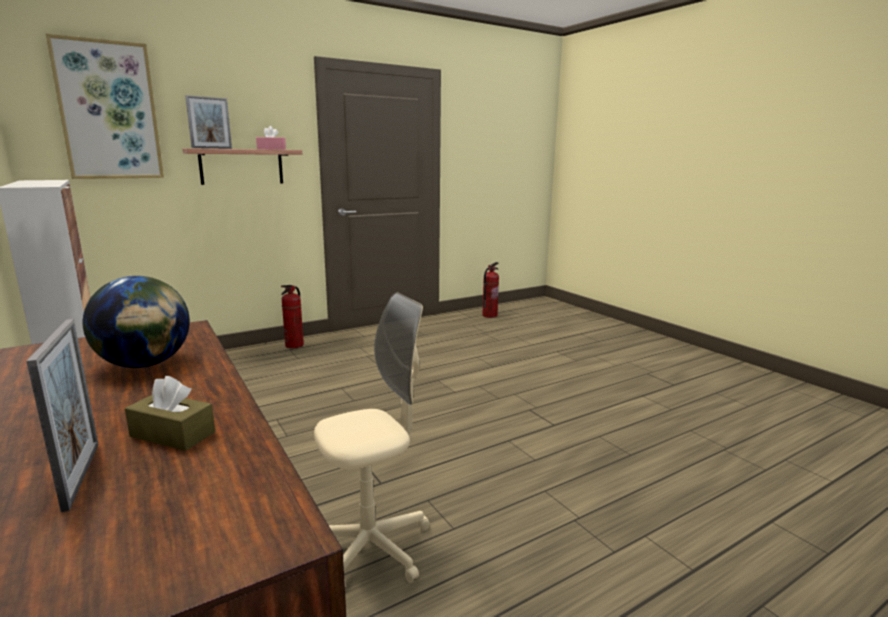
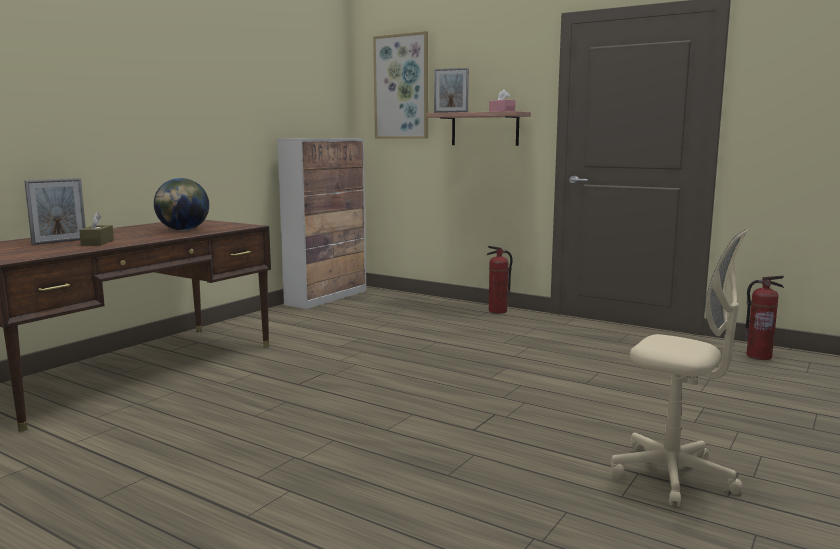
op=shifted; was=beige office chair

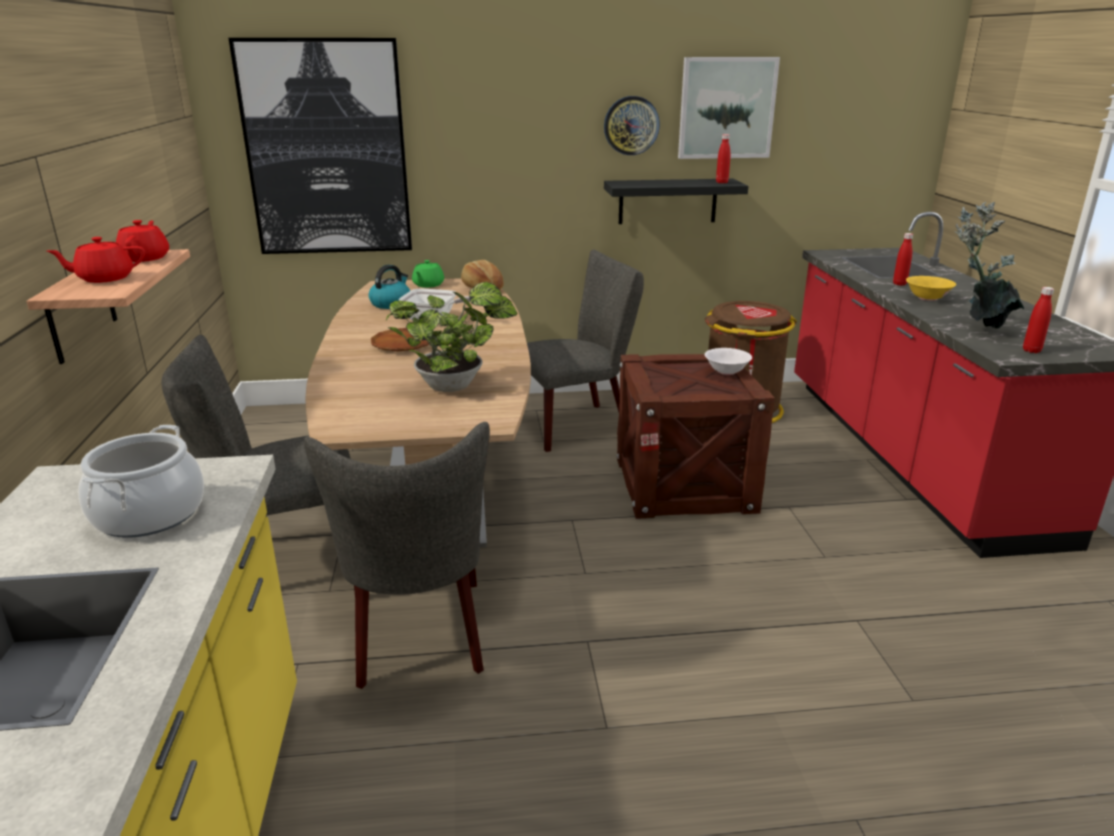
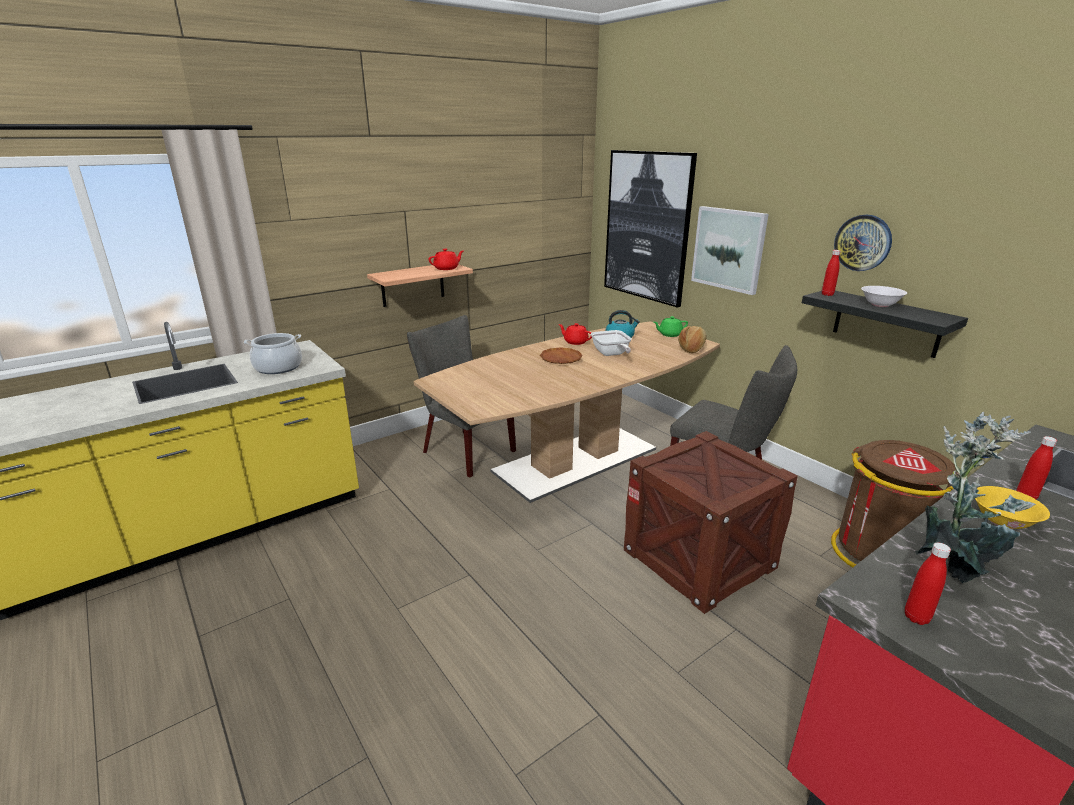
op=shifted; was=picture (no. 2 from left)
op=shifted; was=red bottle (no. 1 from left)
op=shifted; was=red teapot (no. 1 from left in the first image); now=red teapot (no. 2 from left)
op=gone; was=potted plant (no. 1 from left)
op=shifted; was=white bowl
op=gone; was=grey chair (no. 2 from left)

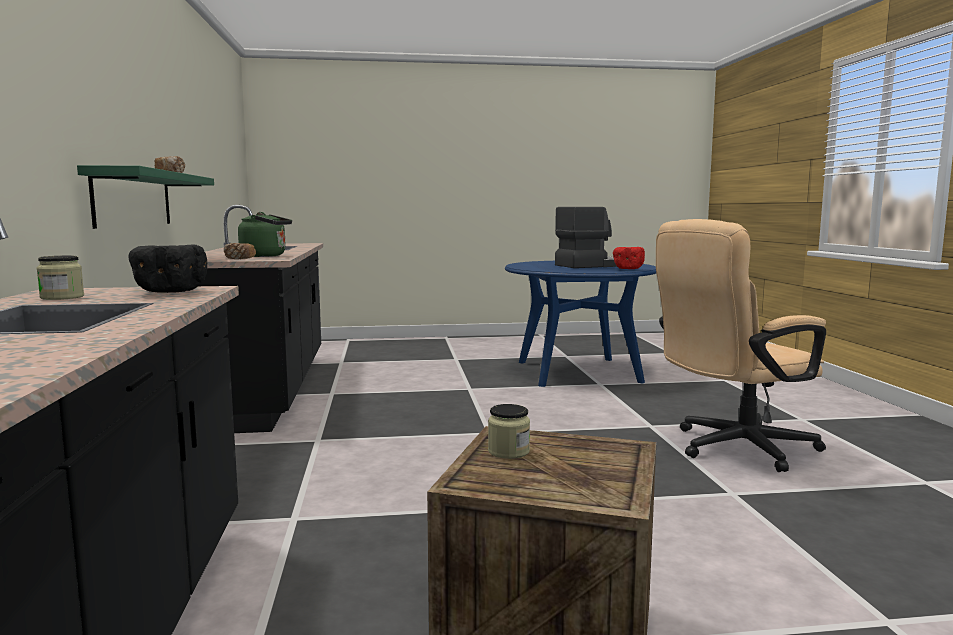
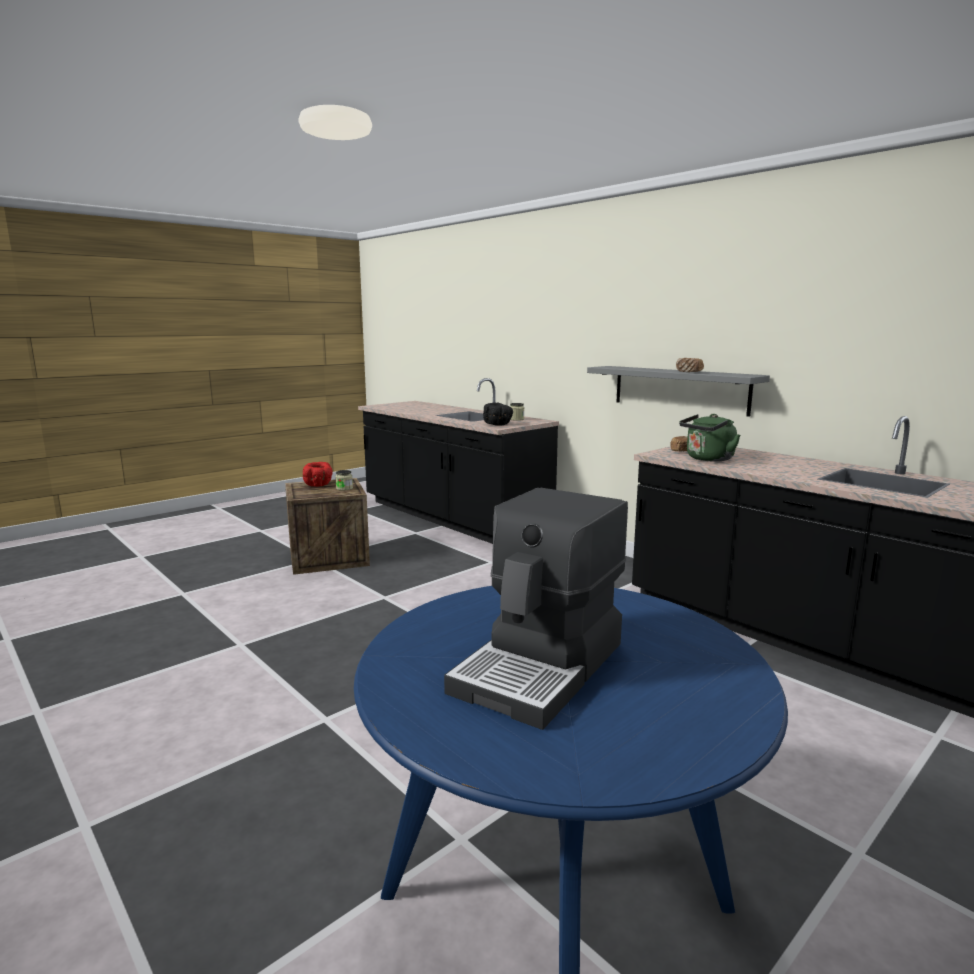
op=repainted; was=green shelf; now=grey shelf
op=gone; was=beige office chair
op=shifted; was=red bowl

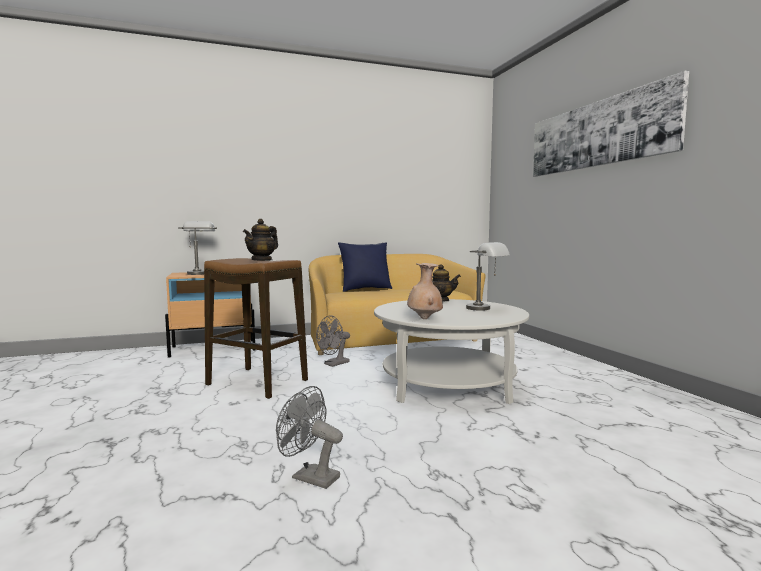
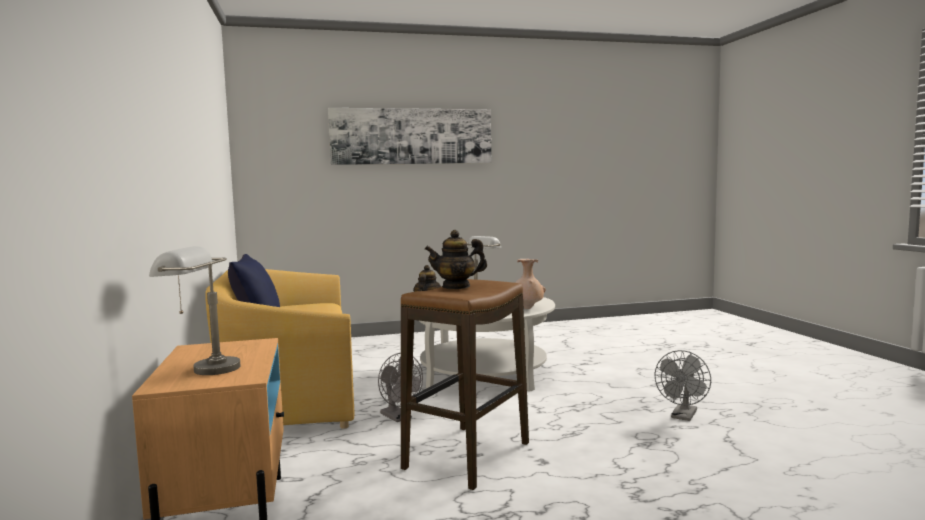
op=rotated; was=teapot (no. 1 from left in the first image); clockwise=135

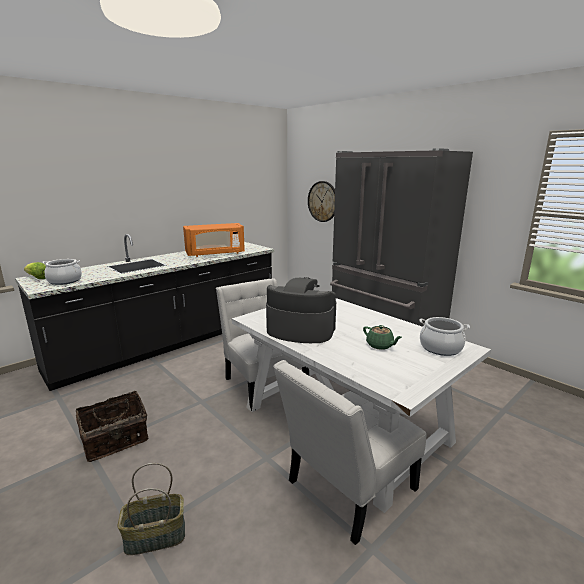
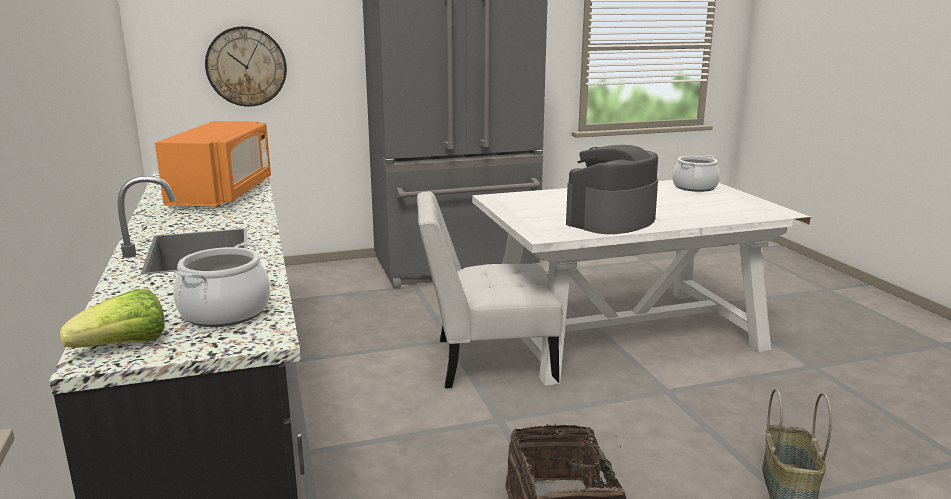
op=gone; was=green teapot
op=gone; was=white chair (no. 2 from left)

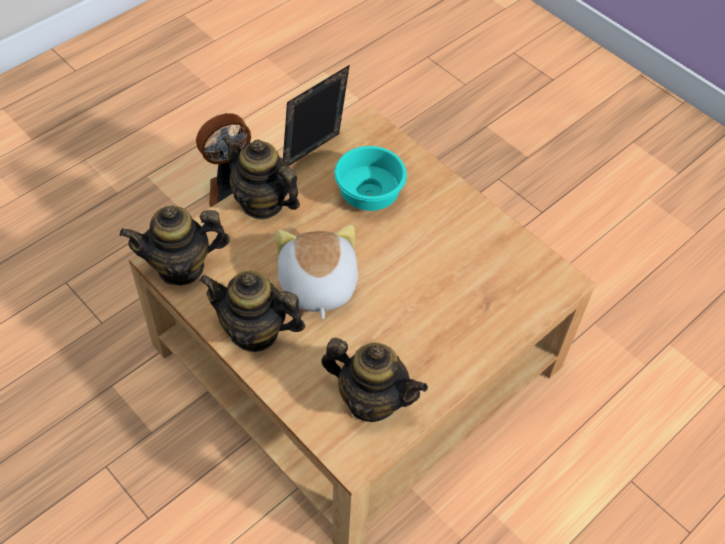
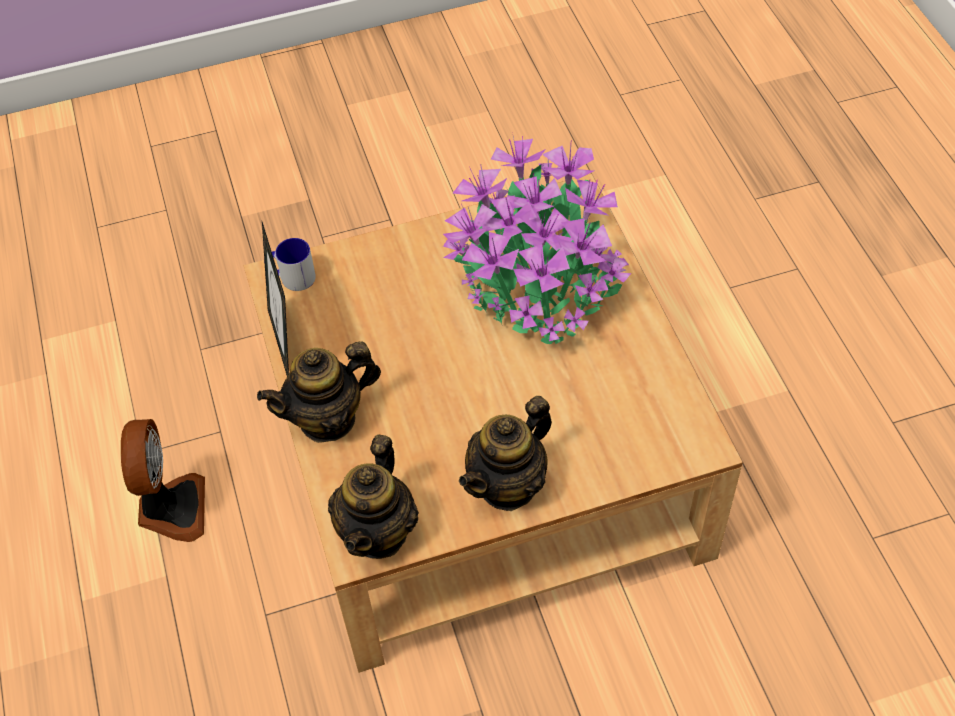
op=gone; was=turquoise bowl
op=gone; was=plush toy
op=gone; was=teapot (no. 4 from left)
op=new; now=potted plant
op=new; now=mug

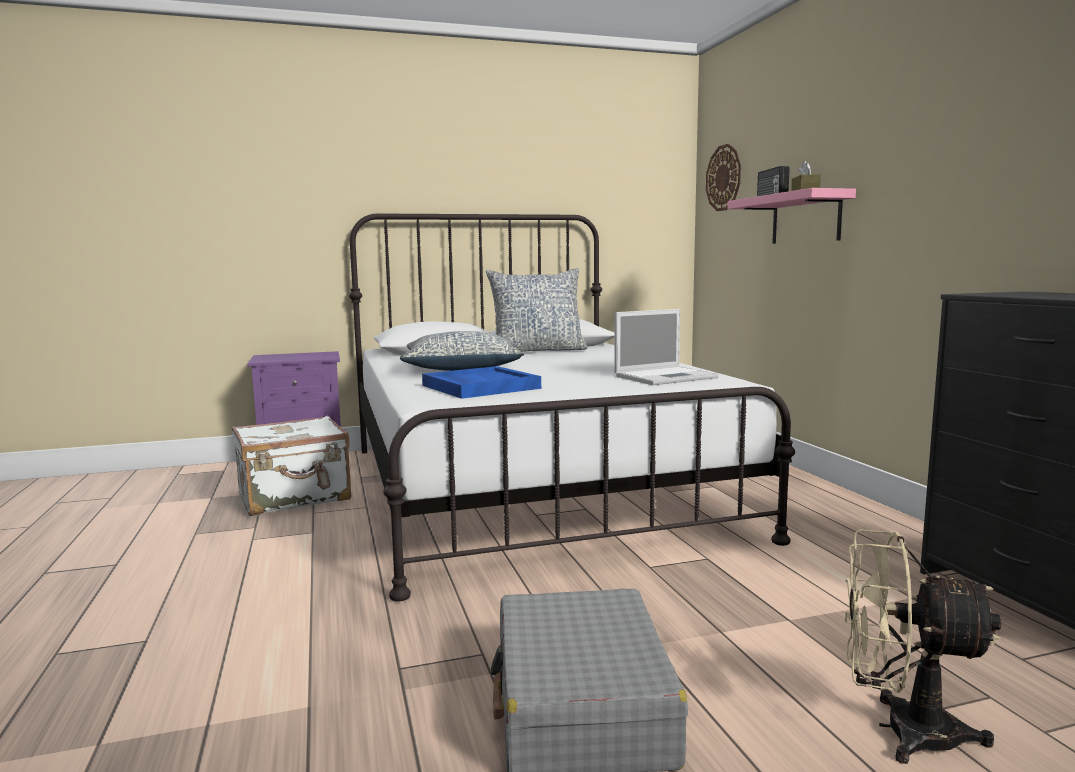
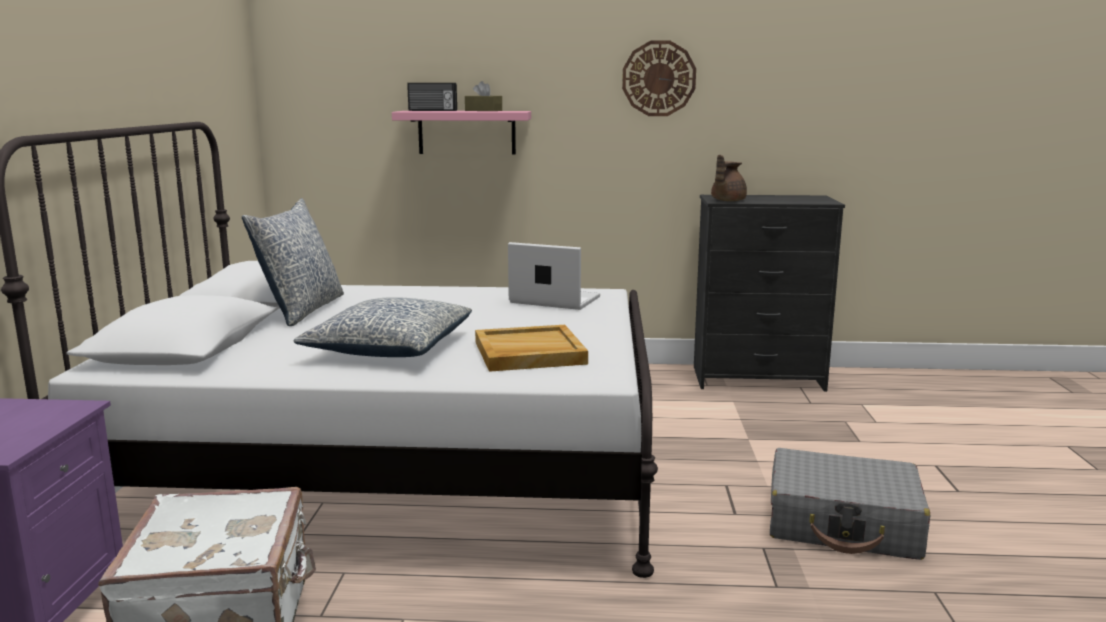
op=shifted; was=wall clock
op=rotated; was=laptop; clockwise=-60
op=repainted; was=blue tray; now=beige tray
op=gone; was=beige fan
op=new; now=brown teapot

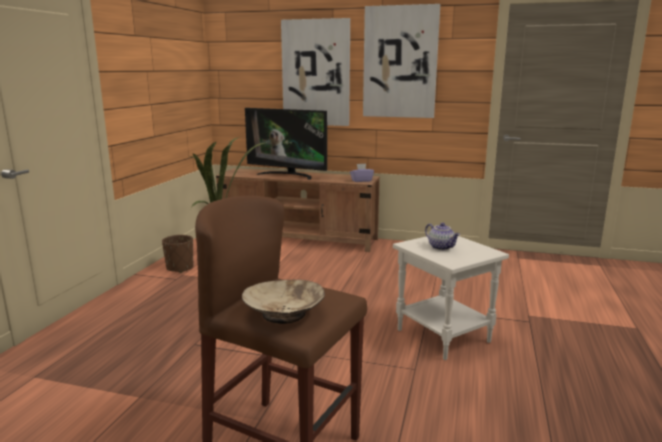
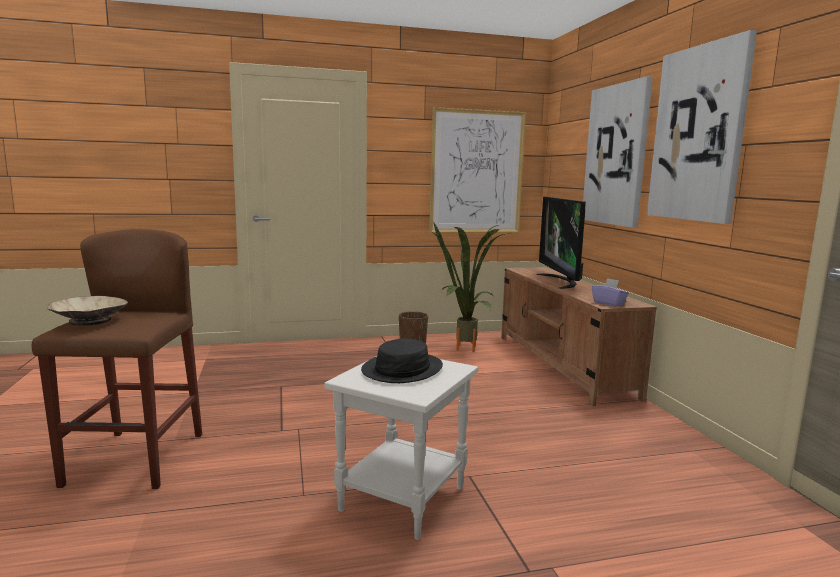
op=swapped; was=teapot; now=black hat
op=new; now=picture (no. 1 from left)

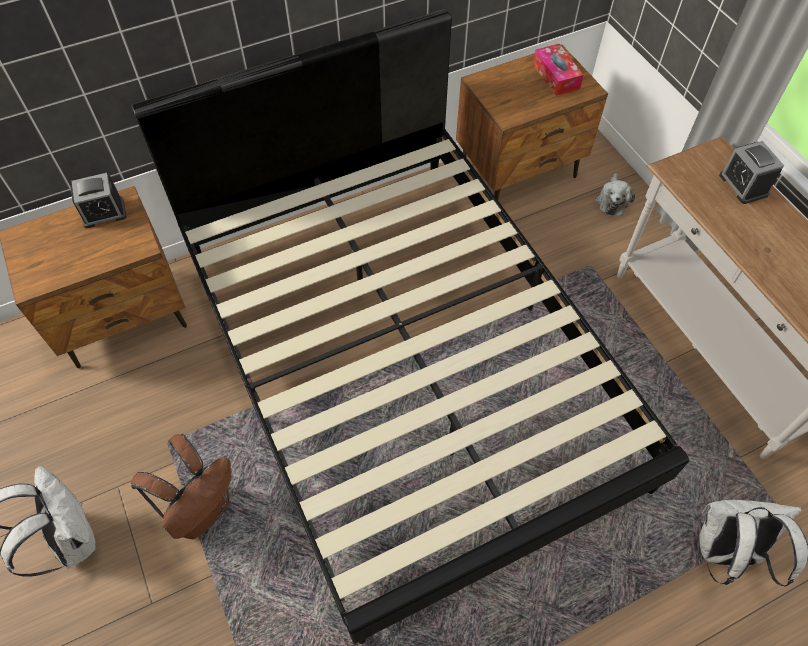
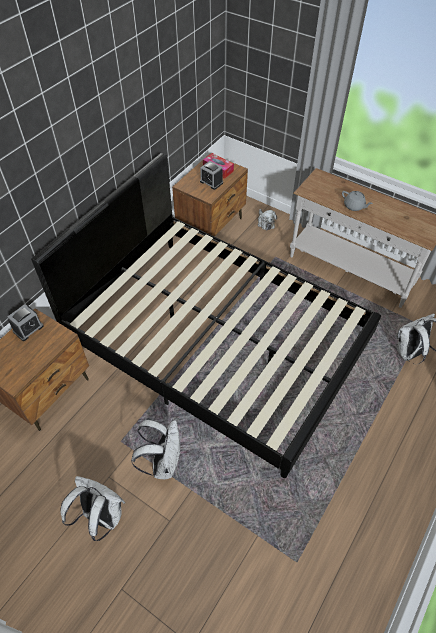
op=shifted; was=alarm clock (no. 2 from left)
op=repainted; was=brown backpack; now=white backpack (no. 2 from left)
op=new; now=grey teapot

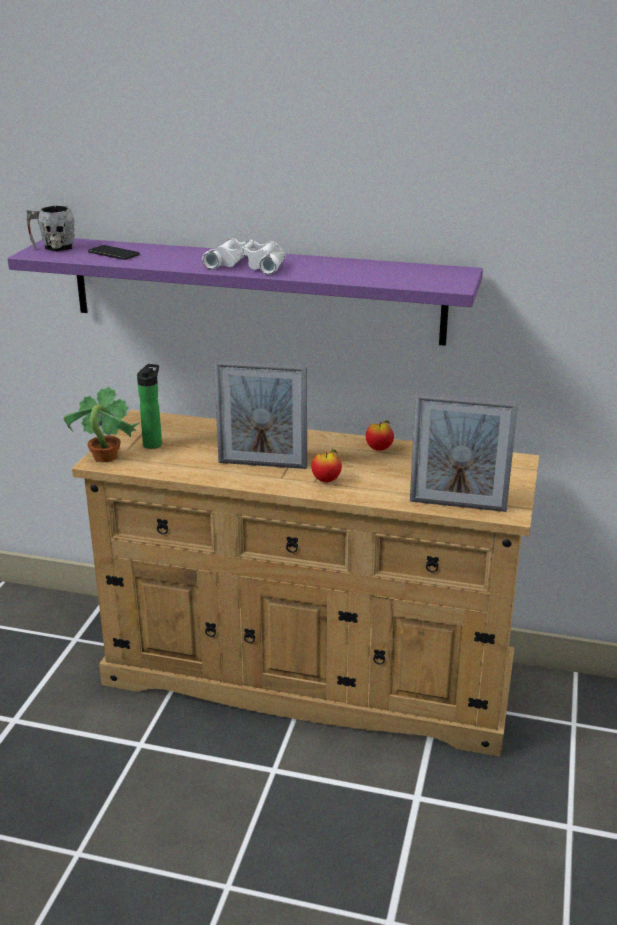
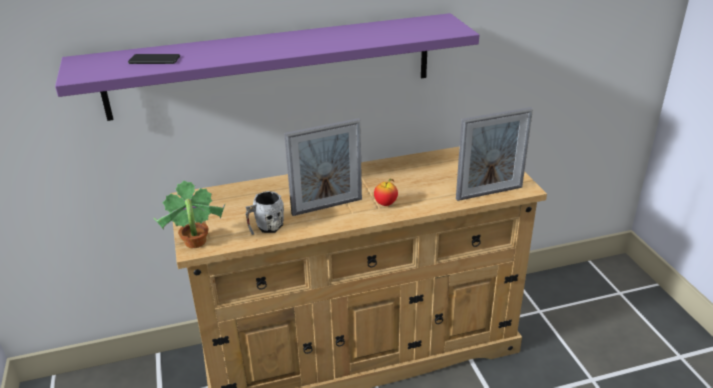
op=shifted; was=grey mug
op=gone; was=white binoculars
op=gone; was=bottle
op=gone; was=apple (no. 2 from left)

